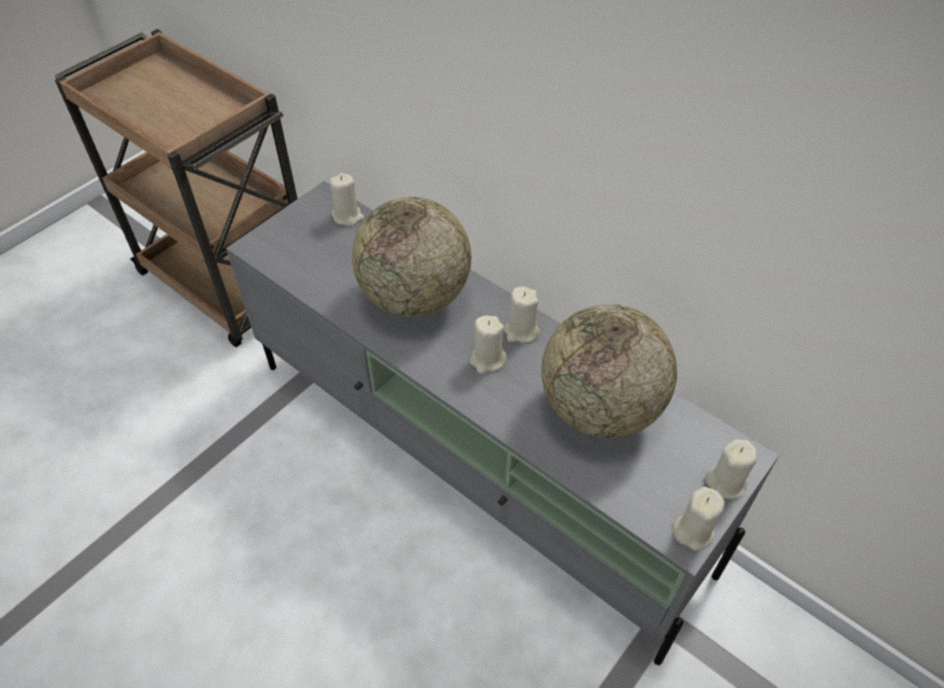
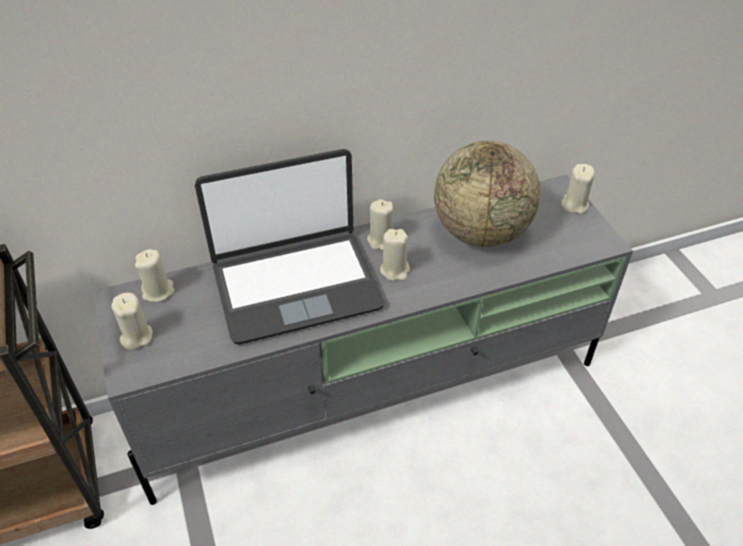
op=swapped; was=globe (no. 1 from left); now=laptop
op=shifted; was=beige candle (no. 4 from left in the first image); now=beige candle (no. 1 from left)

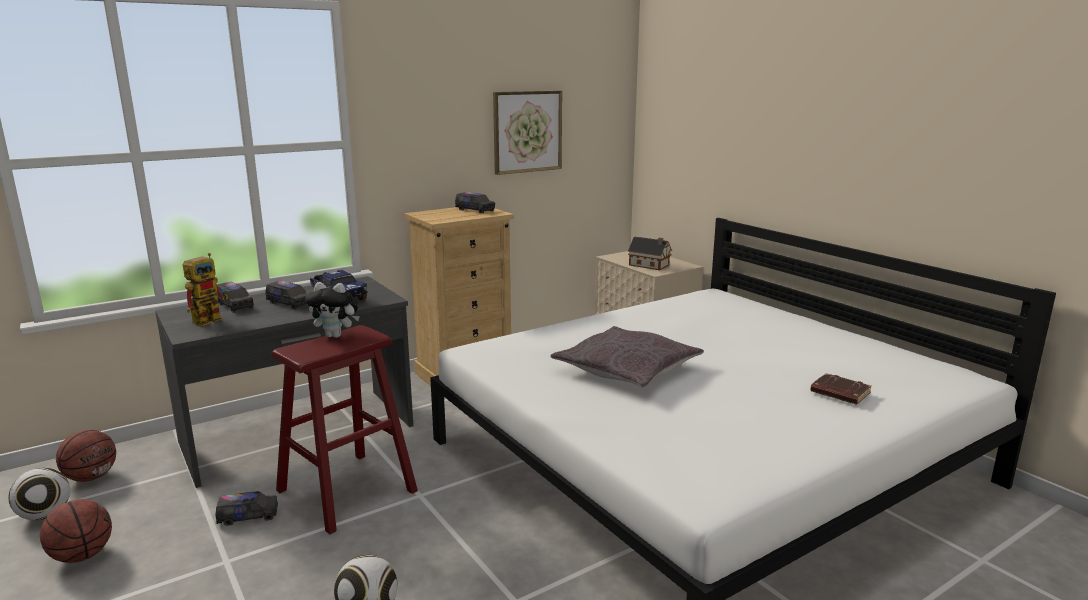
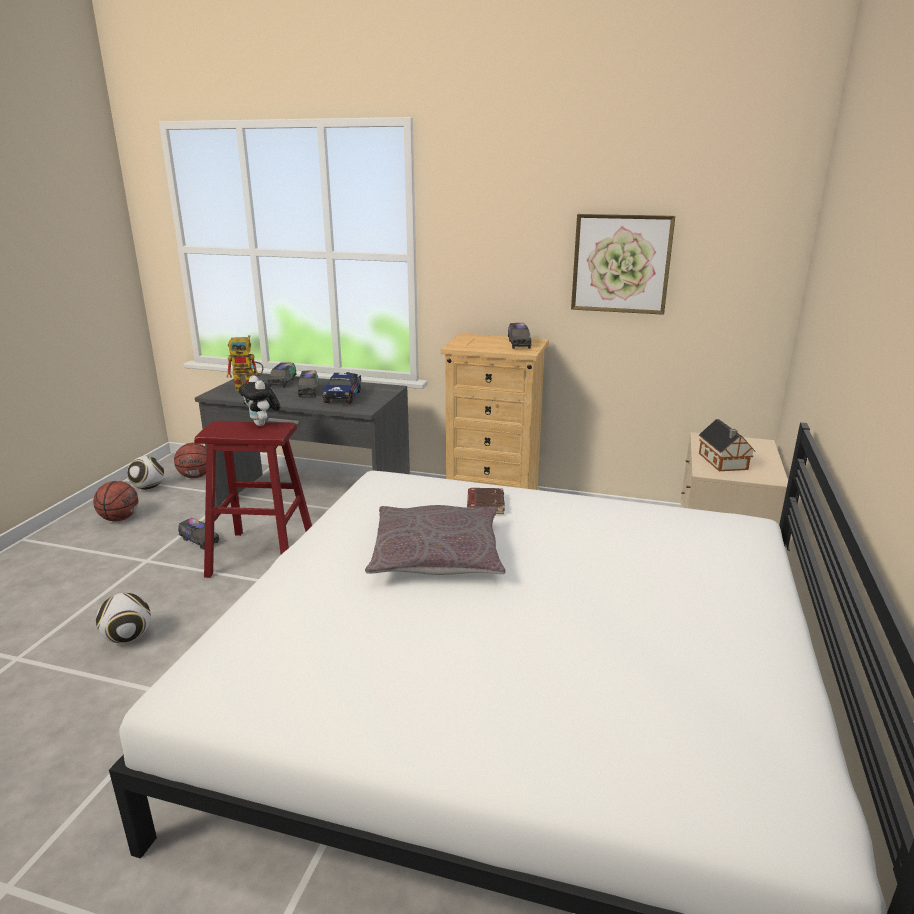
op=shifted; was=brown book

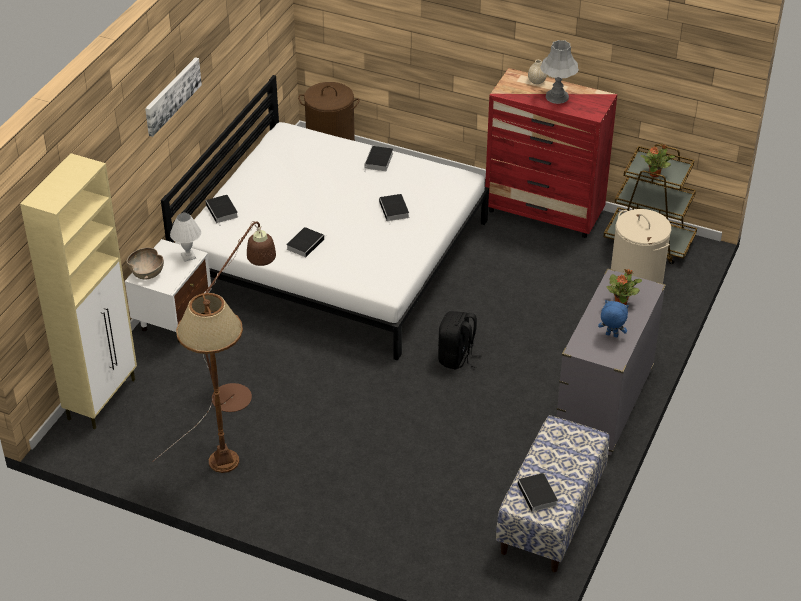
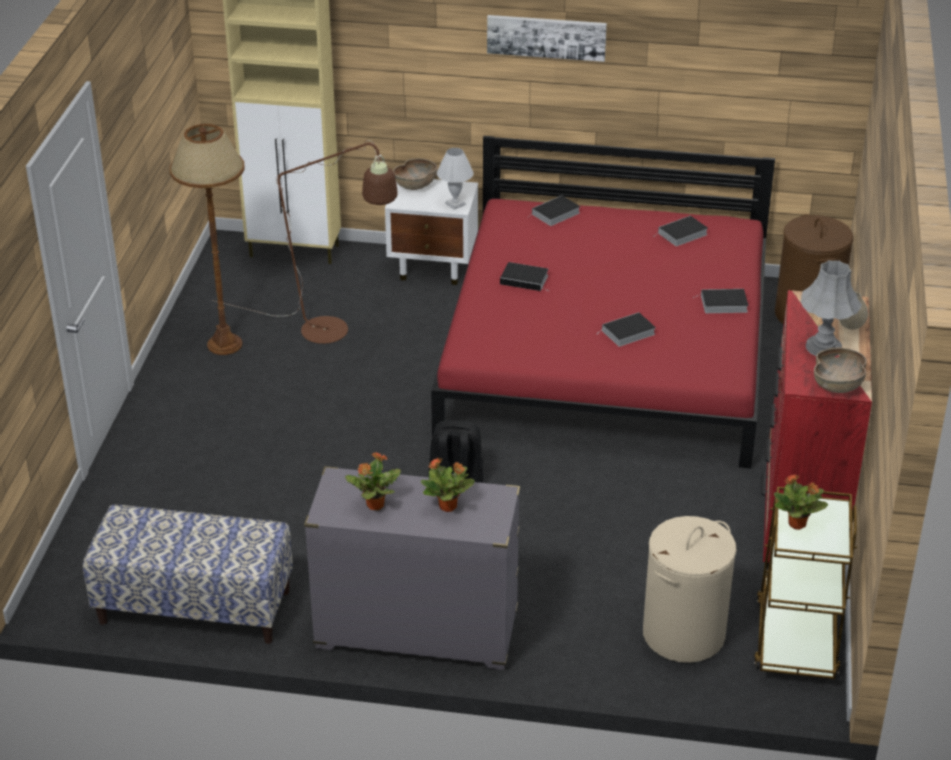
op=repainted; was=white bed; now=red bed
op=swapped; was=blue plush toy; now=potted plant (no. 1 from left)
op=shifted; was=book (no. 5 from left in the first image); now=book (no. 4 from left)
op=new; now=brown bowl (no. 2 from left)

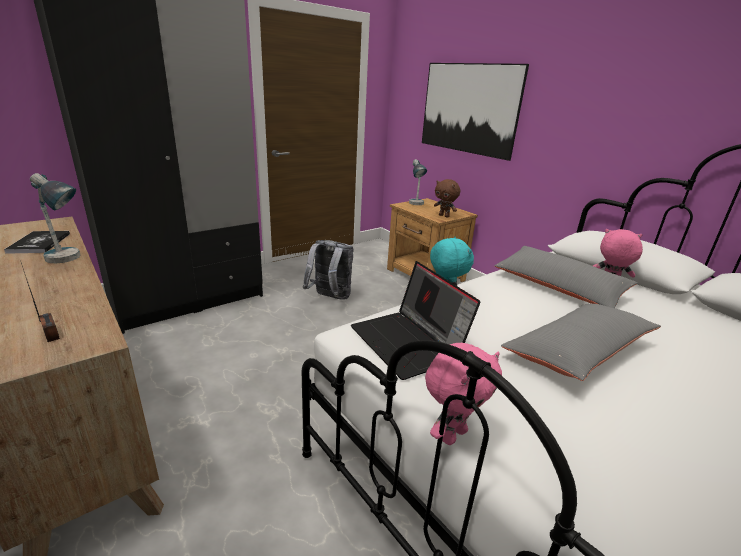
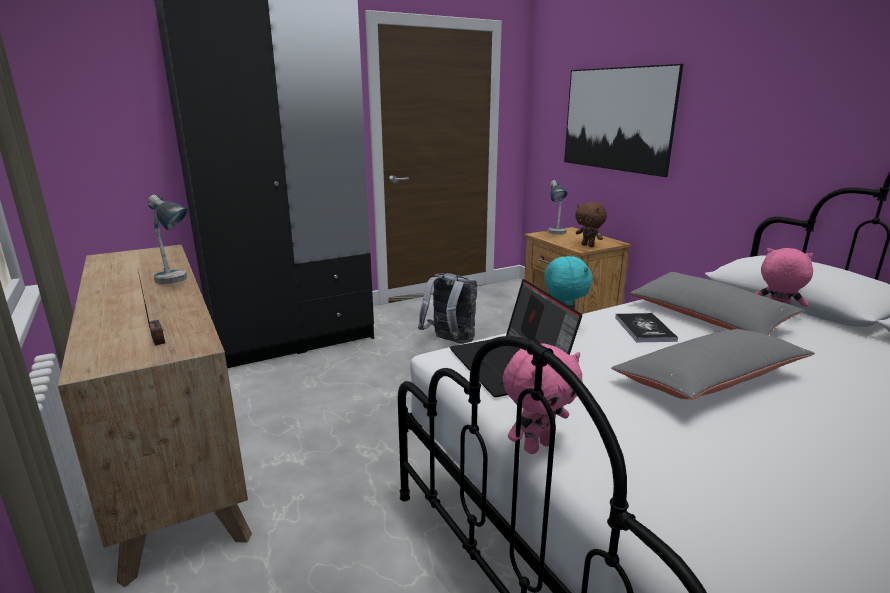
op=shifted; was=book

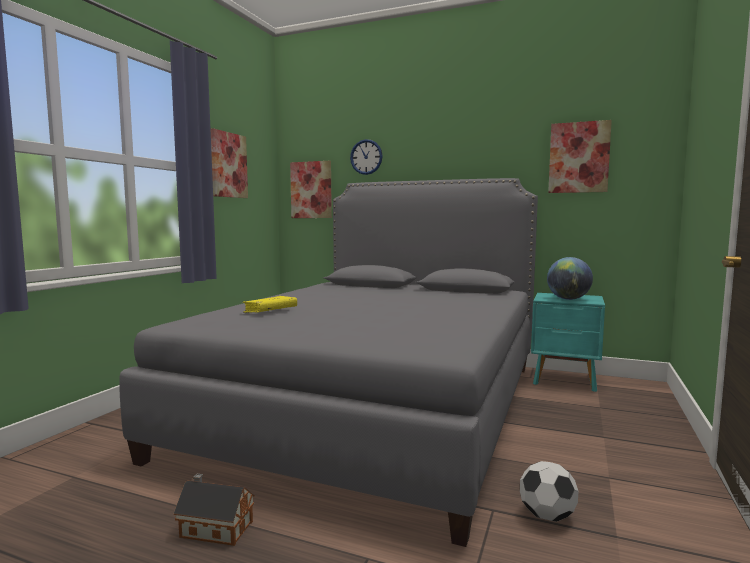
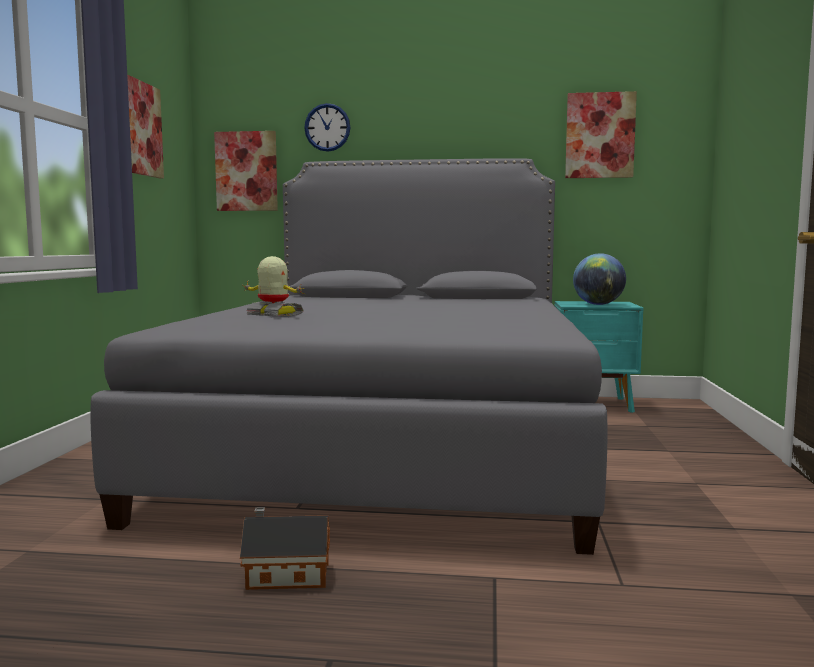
op=swapped; was=yellow book; now=toy robot
op=gone; was=football

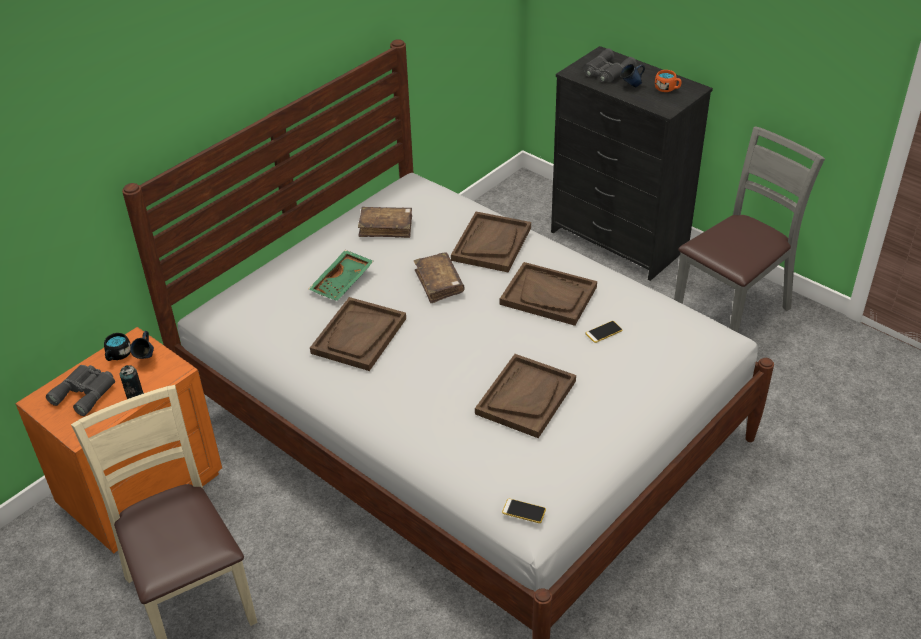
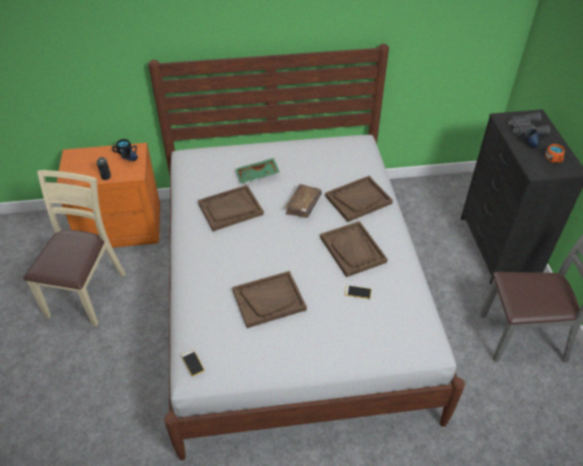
op=gone; was=brown book (no. 1 from left)
op=gone; was=grey binoculars (no. 1 from left)

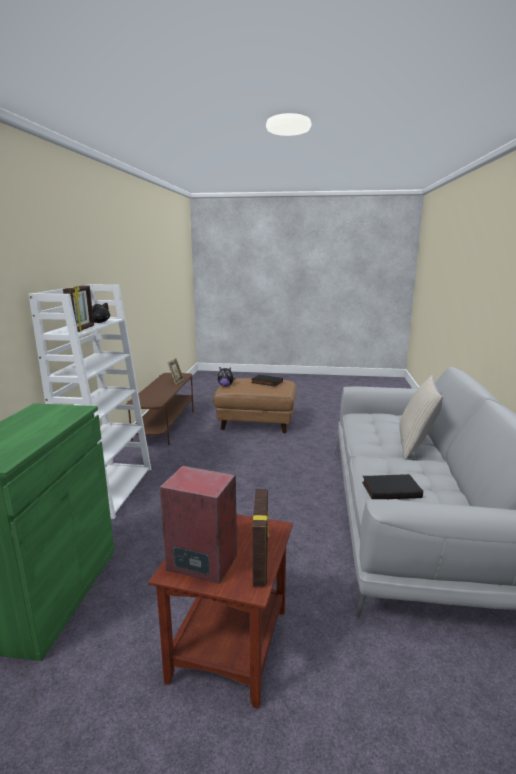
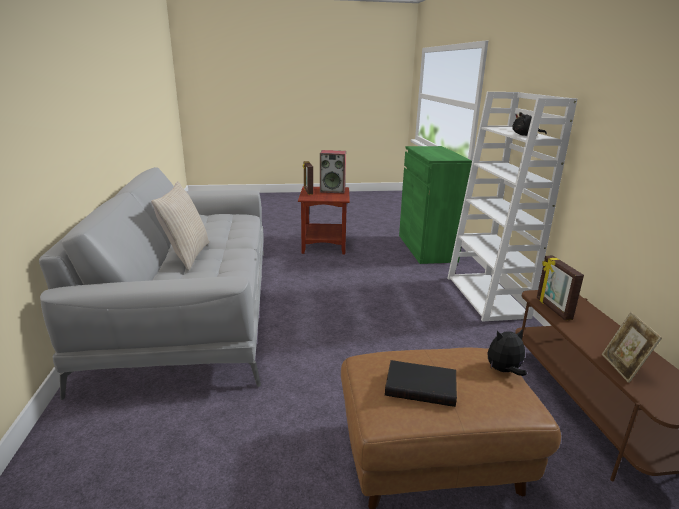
op=shifted; was=picture frame (no. 1 from left in the first image); now=picture frame (no. 2 from left)
op=gone; was=black book (no. 2 from left)

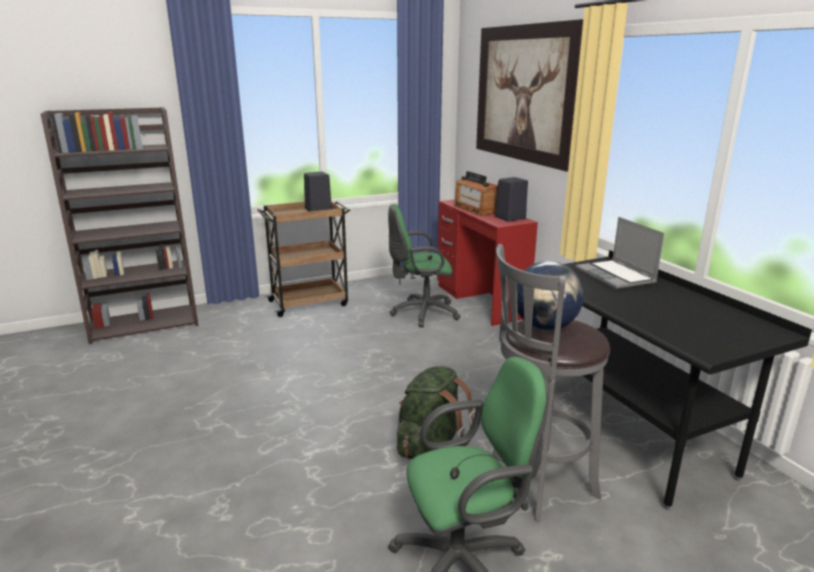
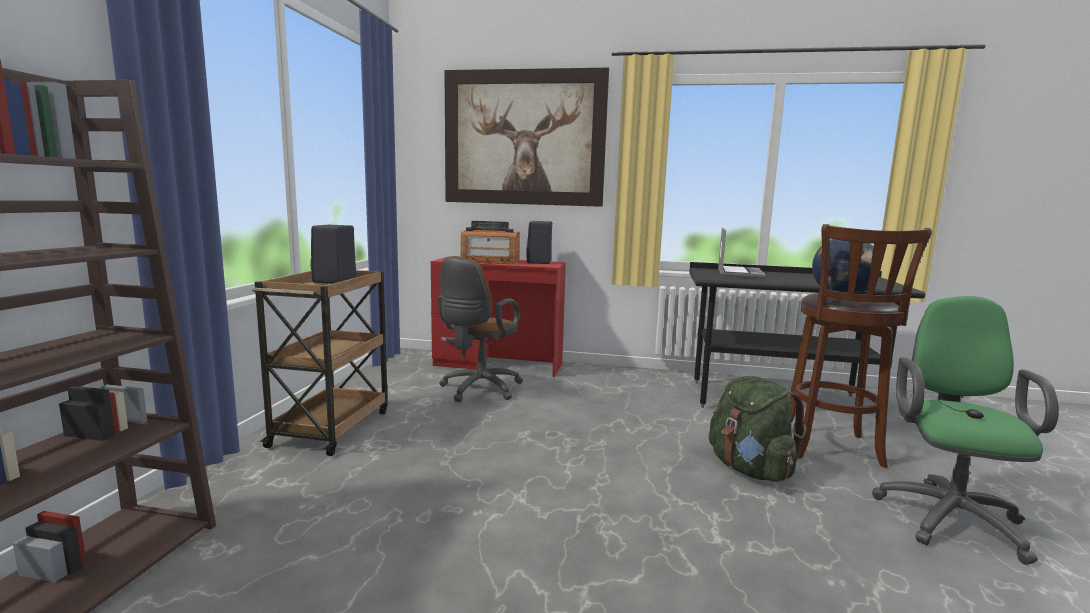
op=repainted; was=green office chair (no. 1 from left); now=brown office chair
op=rotated; was=laptop; clockwise=-90
op=repainted; was=grey stool; now=brown stool

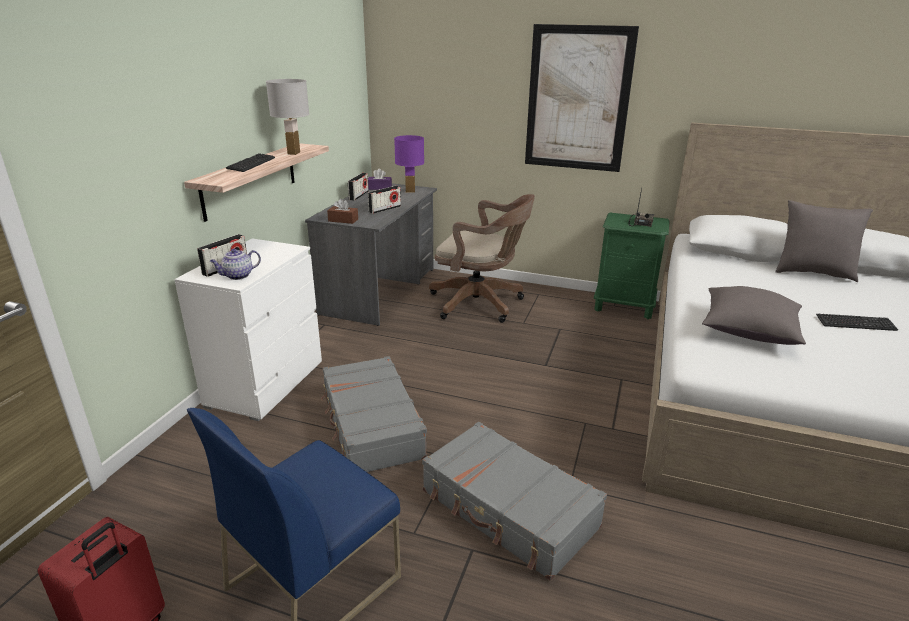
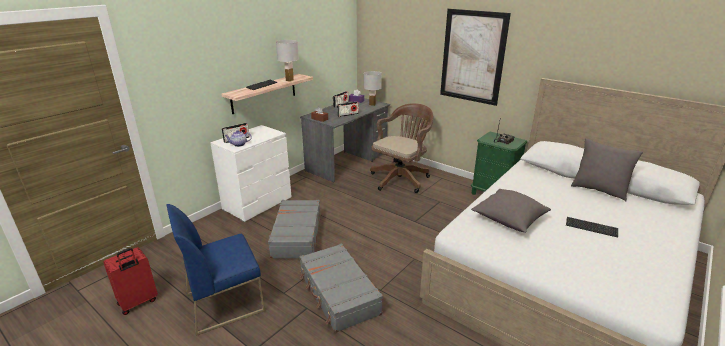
op=repainted; was=purple table lamp; now=white table lamp (no. 2 from left)
op=rotated; was=brown office chair; clockwise=-90

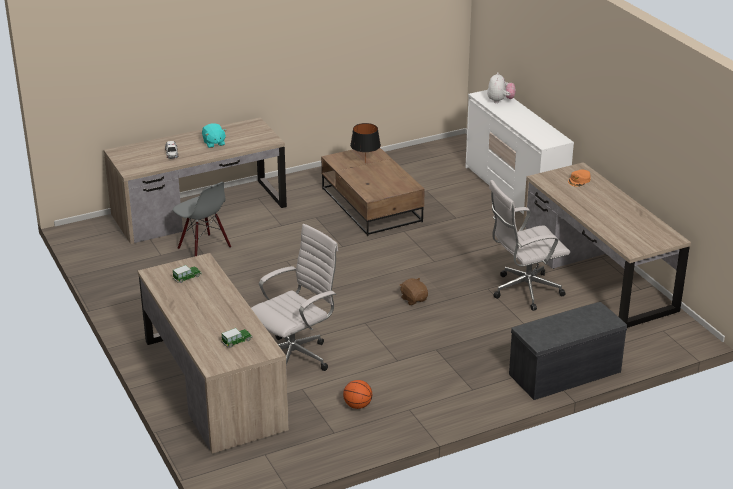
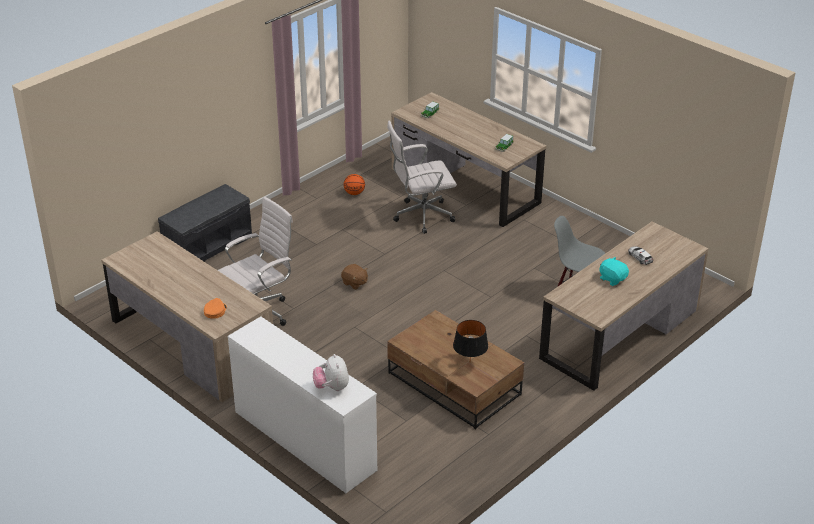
op=rotated; was=white office chair (no. 1 from left in the first image); clockwise=45

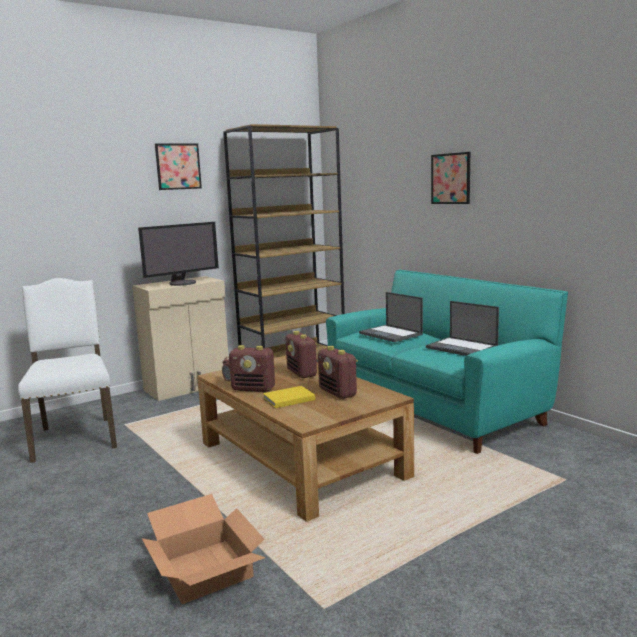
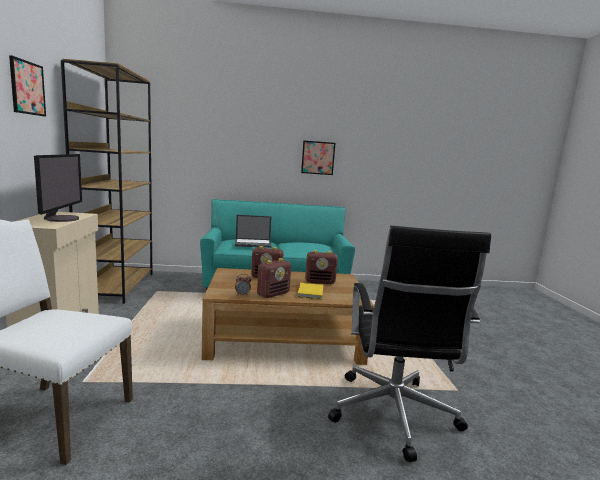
op=shifted; was=picture (no. 2 from left)
op=gone; was=laptop (no. 2 from left)
op=swapped; was=cardboard box; now=black office chair

